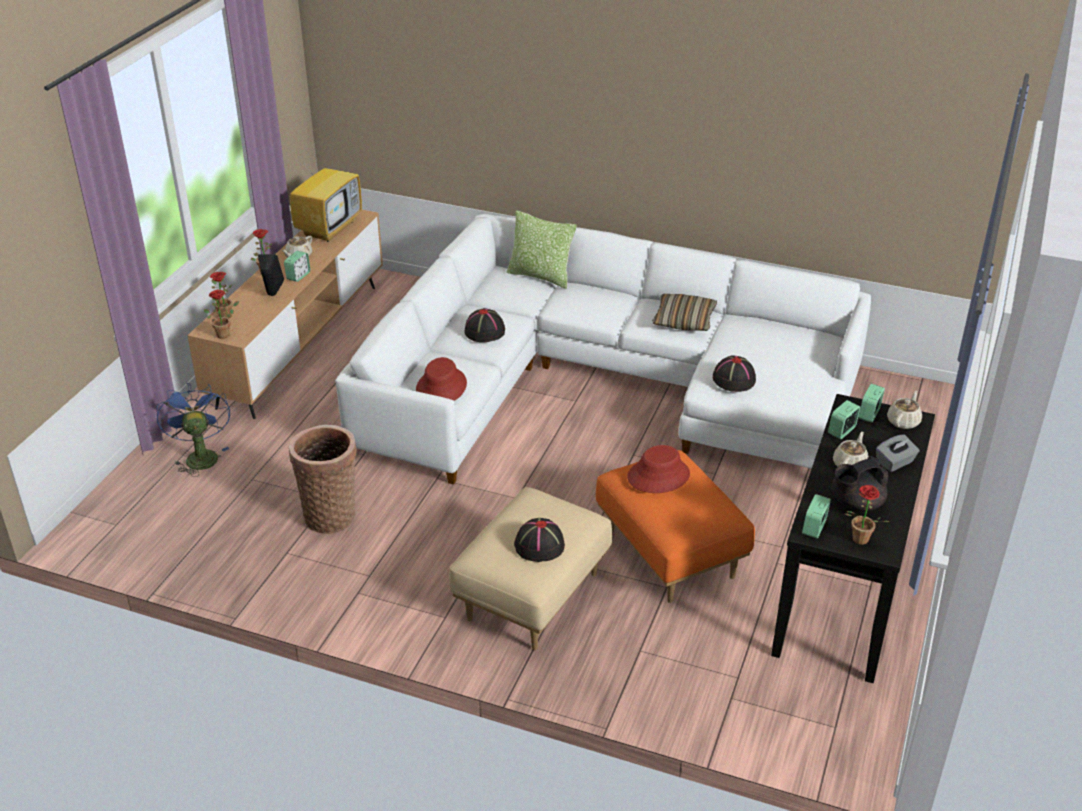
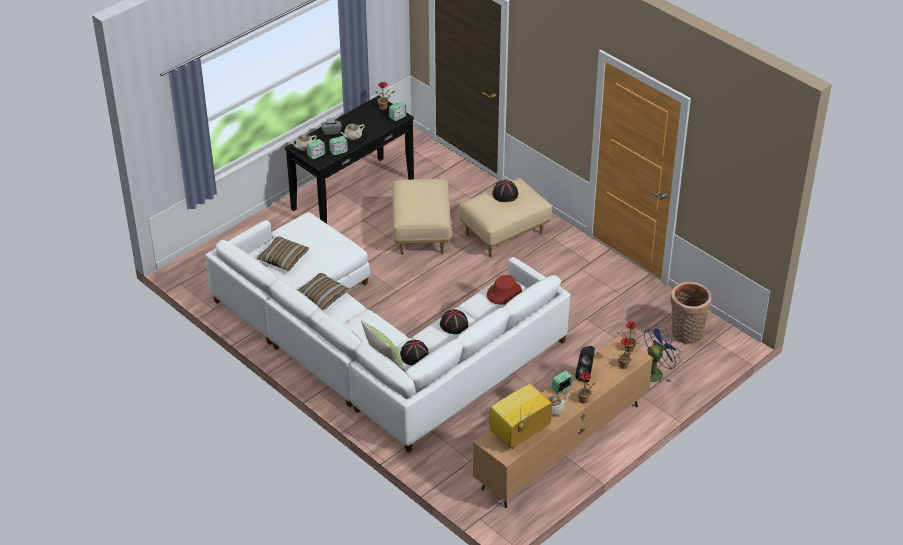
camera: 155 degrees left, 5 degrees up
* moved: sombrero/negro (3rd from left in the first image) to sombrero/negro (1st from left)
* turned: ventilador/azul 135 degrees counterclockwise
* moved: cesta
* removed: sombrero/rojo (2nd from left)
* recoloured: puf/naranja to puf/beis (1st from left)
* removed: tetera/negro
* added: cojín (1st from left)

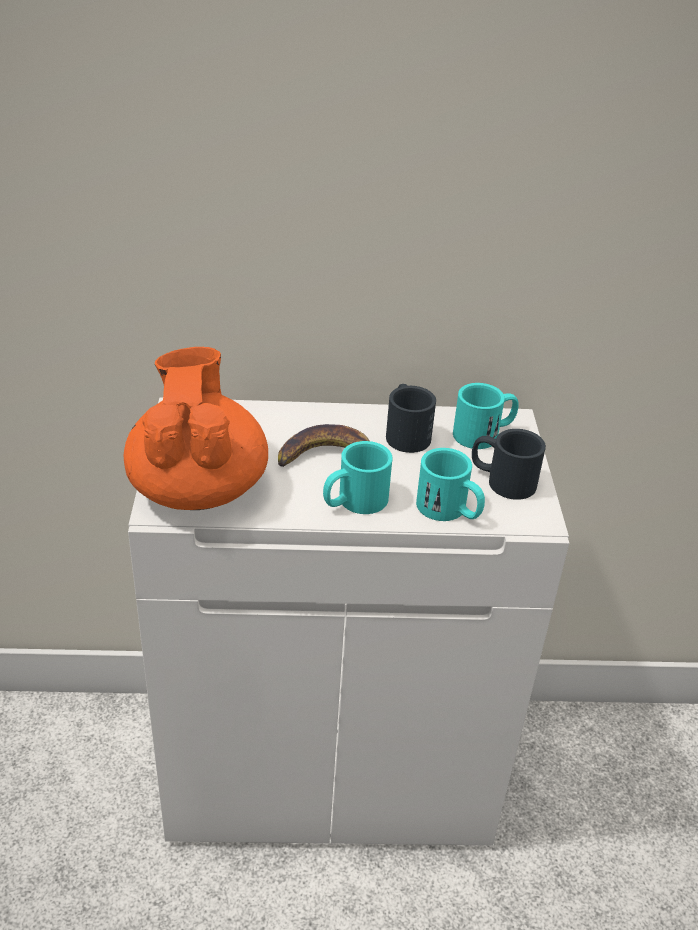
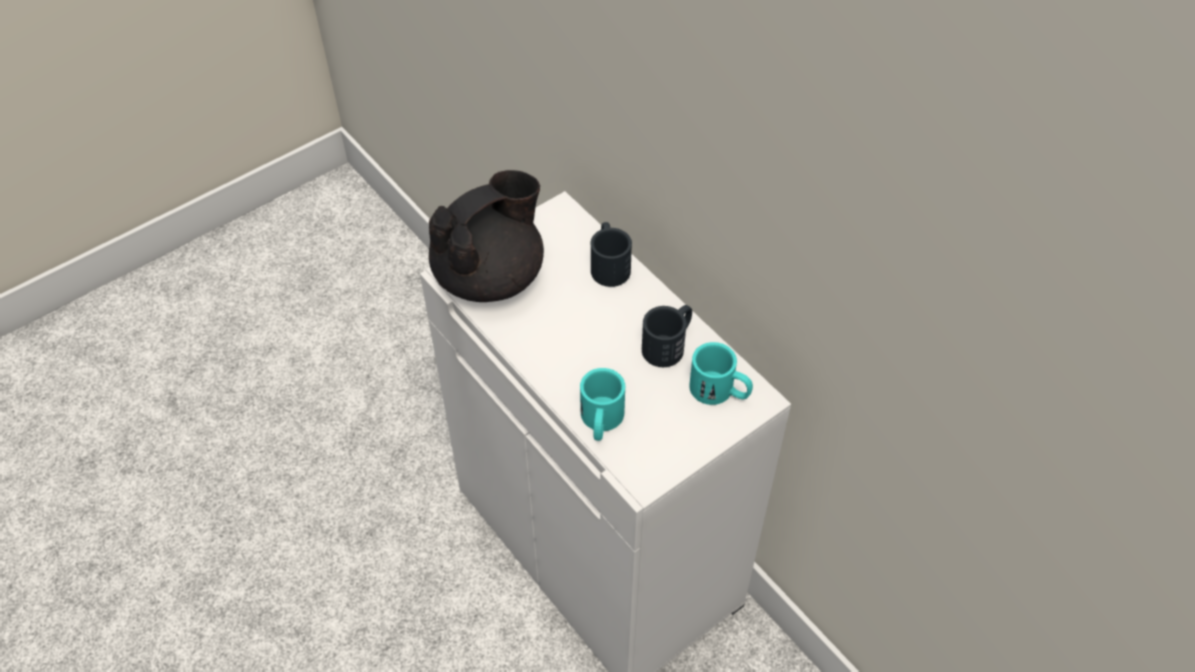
camera: 55 degrees right, 15 degrees up
* recoloured: tetera/naranja to tetera/negro
* removed: plátano
* moved: taza grande/negro (2nd from left in the first image) to taza grande/negro (1st from left)
* removed: taza grande/turquesa (1st from left)

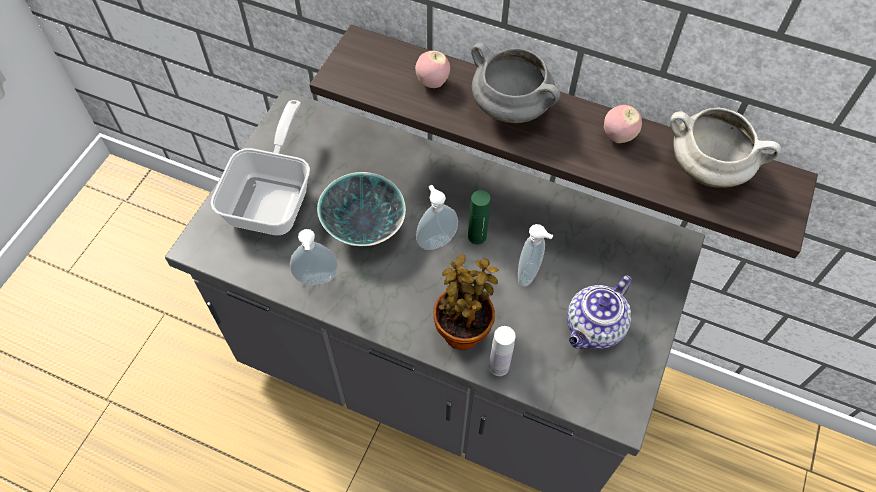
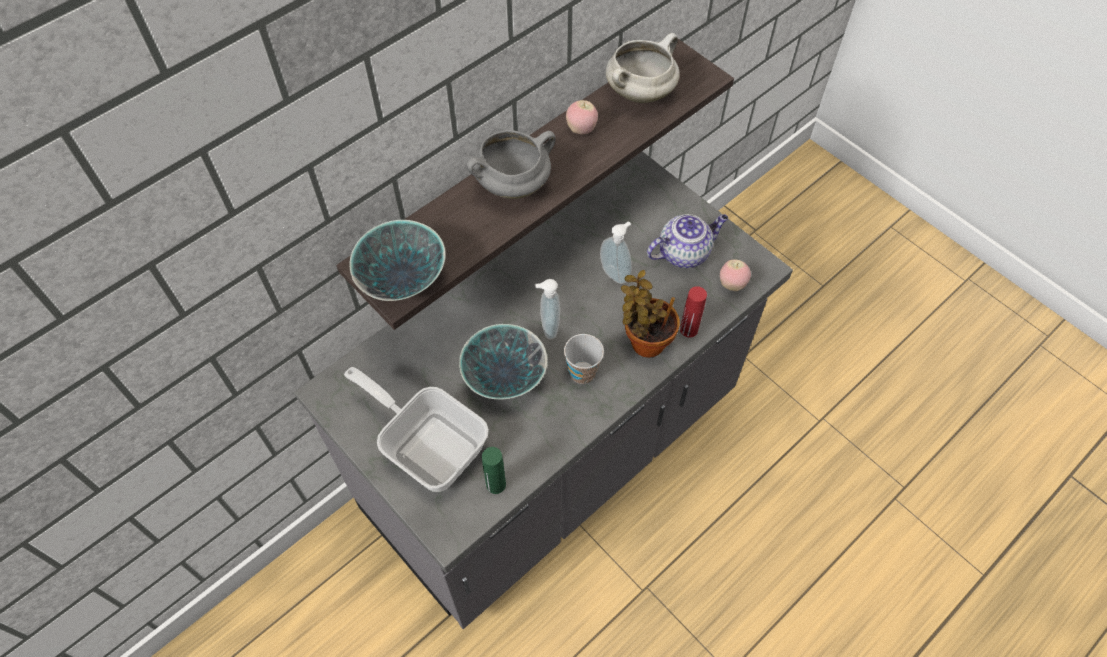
camera: 65 degrees left, 0 degrees up
* moved: manzana (1st from left in the first image) to manzana (2nd from left)
* moved: botella/verde
* removed: dispensador de jabón (1st from left)
* turned: tetera 90 degrees counterclockwise
* recoloured: botella/blanco to botella/rojo
* added: cuenco (1st from left)
* added: taza

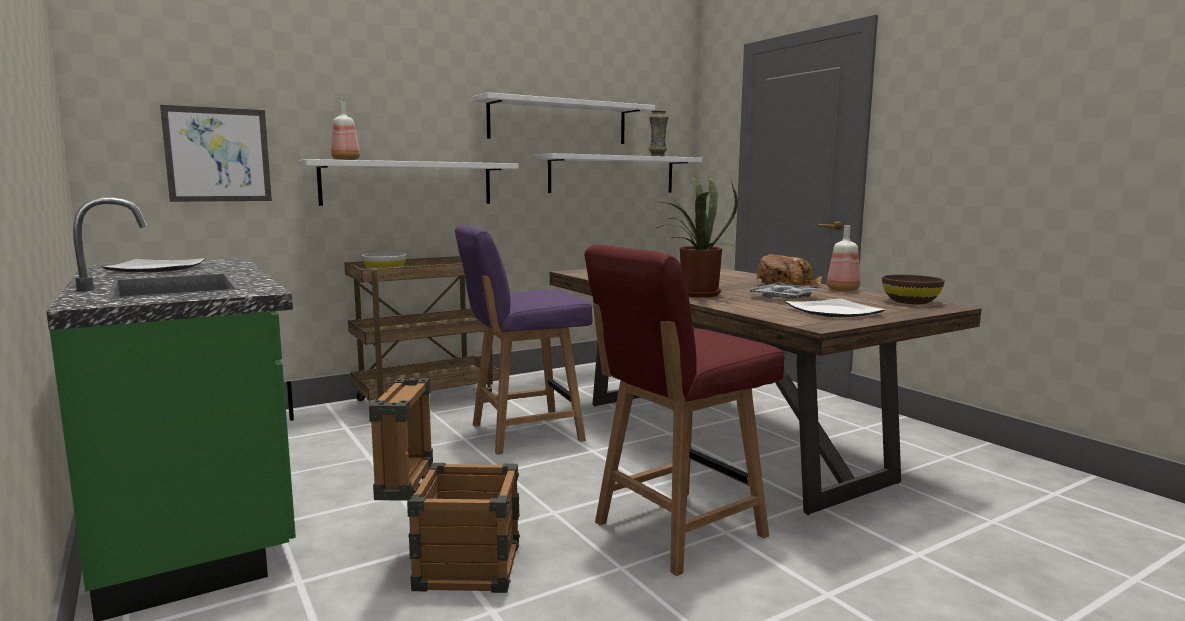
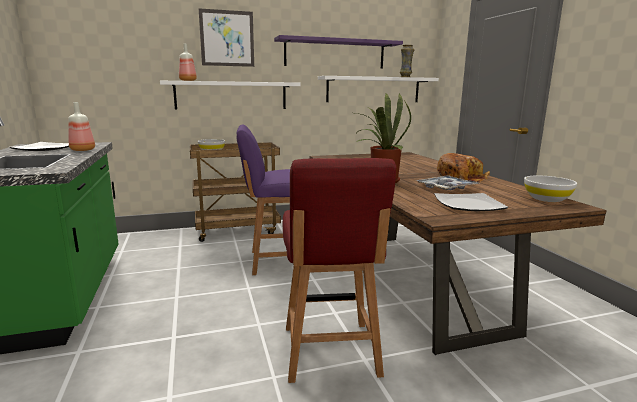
camera: 15 degrees right, 5 degrees up
* recoloured: estante/blanco (2nd from left) to estante/morado
* moved: cuadro
* moved: botella (2nd from left in the first image) to botella (1st from left)
* turned: silla/rojo 75 degrees counterclockwise
* recoloured: cuenco/marrón to cuenco/blanco (2nd from left)
* removed: caja de embalaje

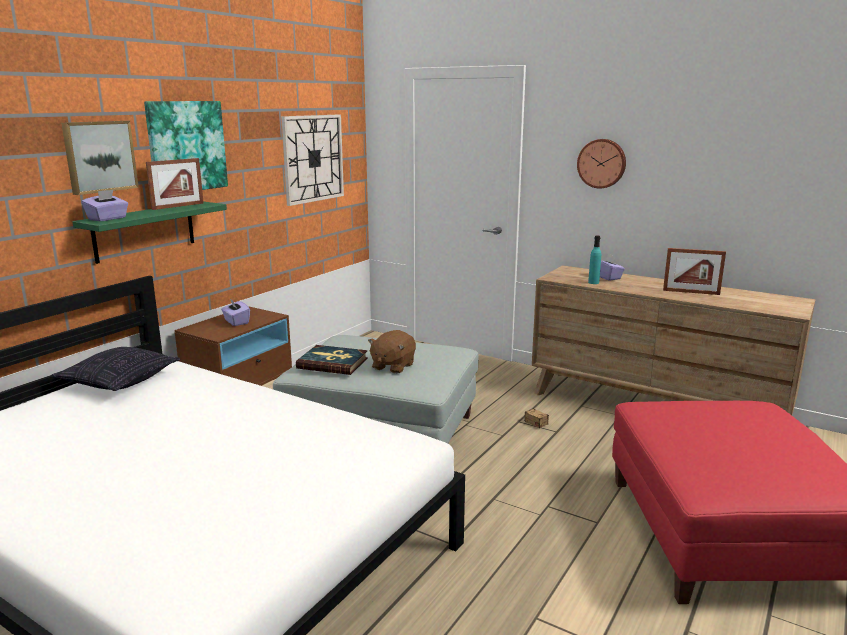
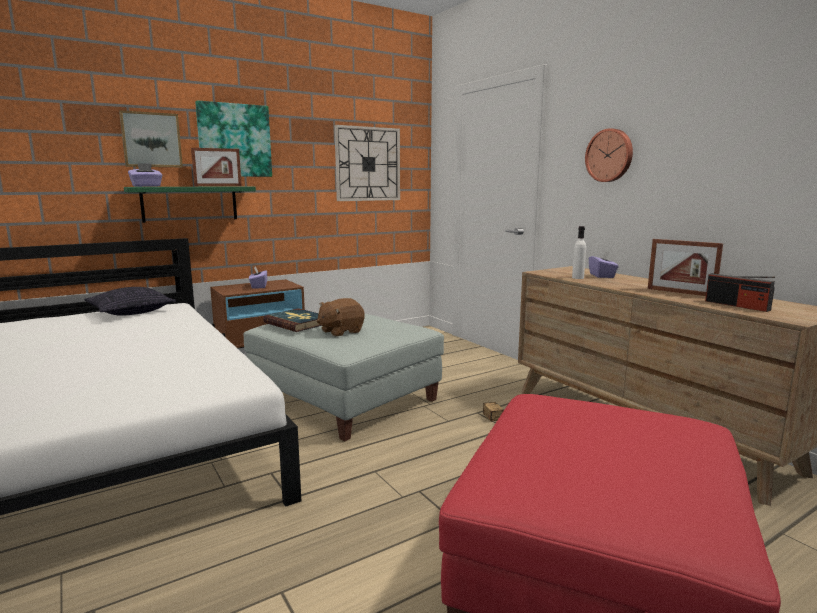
camera: 25 degrees right, 5 degrees down
* recoloured: botella/turquesa to botella/blanco
* added: radio

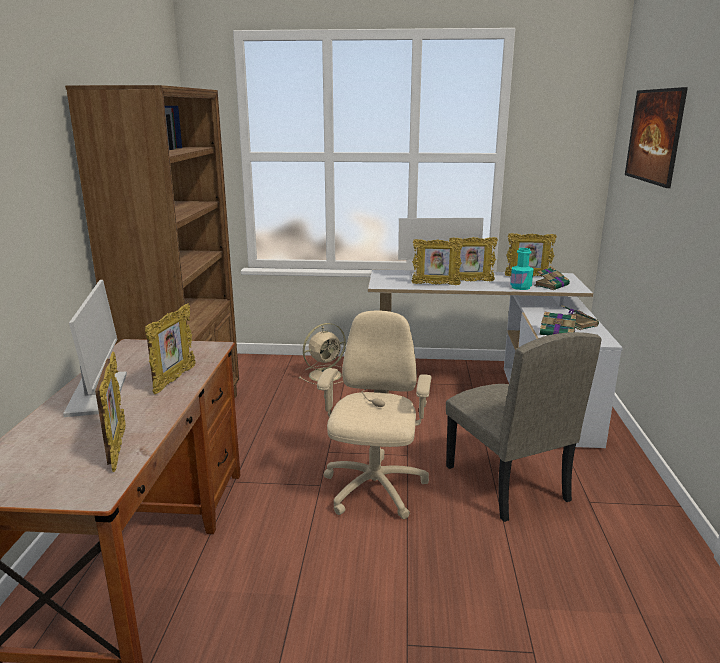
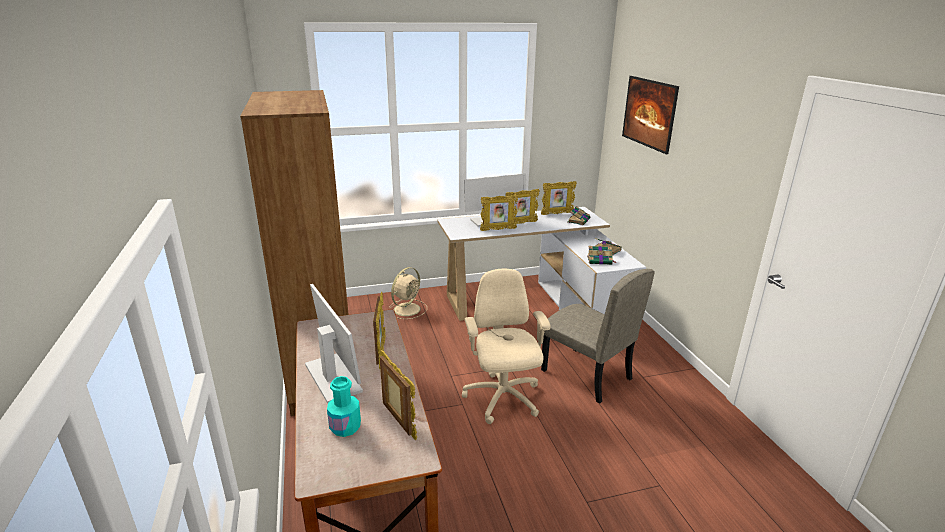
camera: 20 degrees left, 5 degrees up
* moved: botella/turquesa

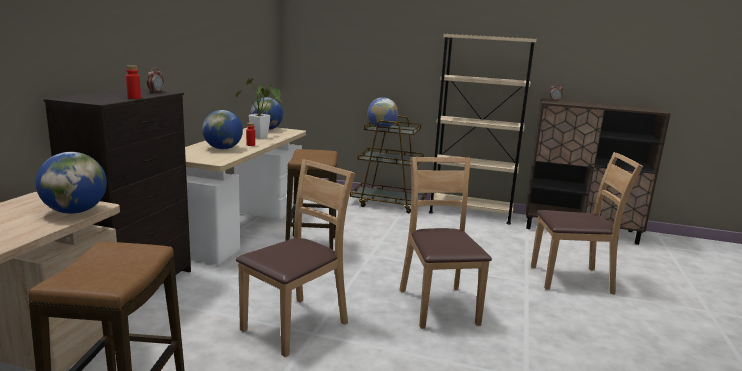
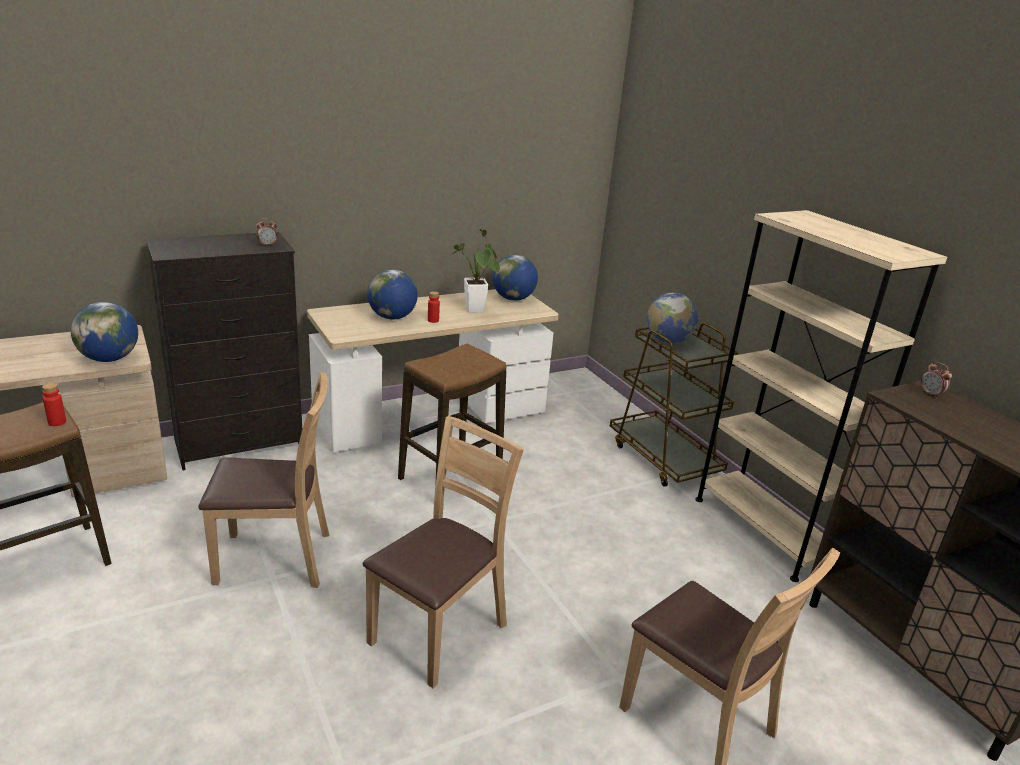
camera: 45 degrees right, 10 degrees up
* moved: botella/rojo (1st from left)

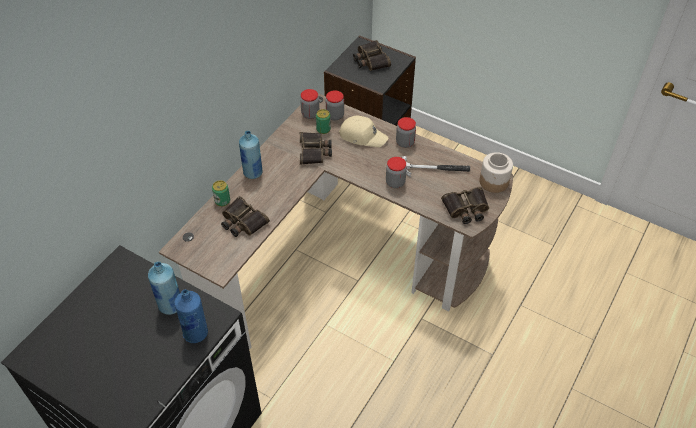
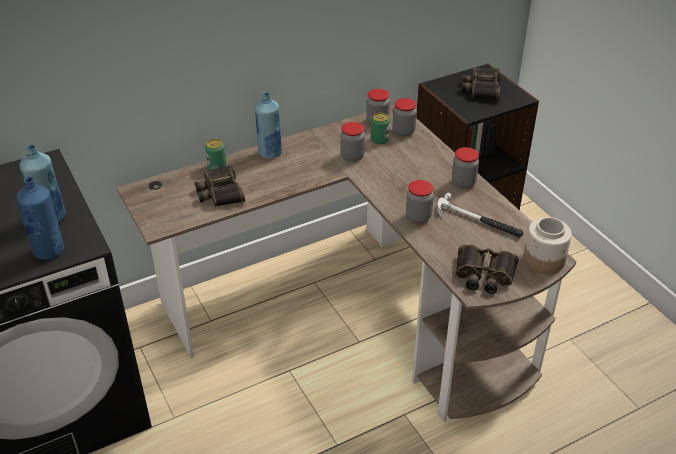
camera: 30 degrees right, 10 degrees down
* removed: gorra/beis
* replaced: prismáticos (2nd from left) to tarro (1st from left)

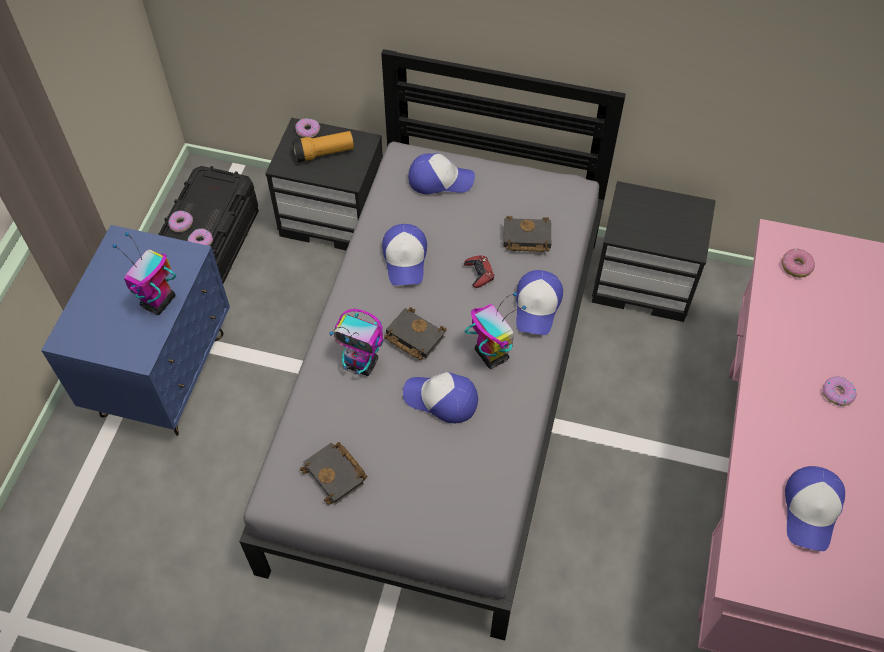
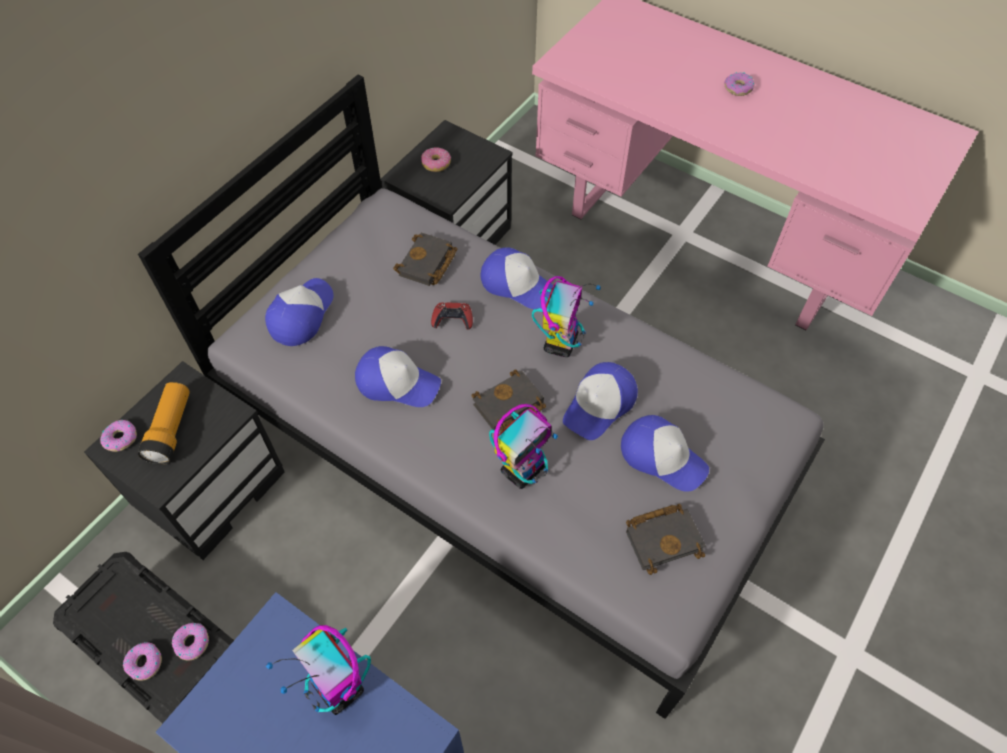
camera: 70 degrees left, 0 degrees up
* moved: rosquilla (4th from left)
* turned: robot de juguete (3rd from left) 120 degrees clockwise
* moved: gorra (5th from left)

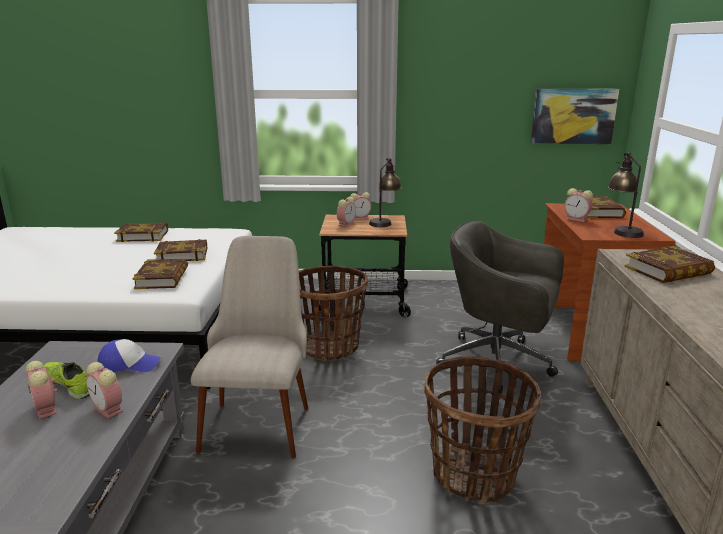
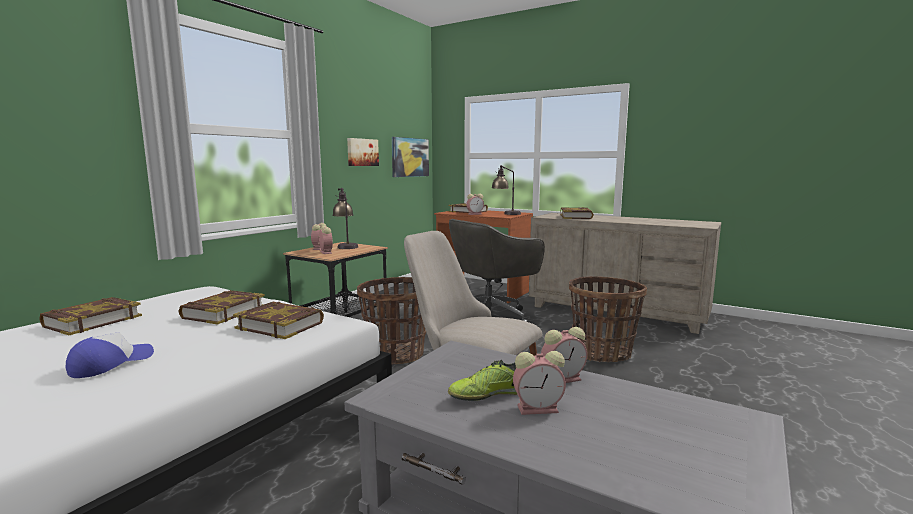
camera: 60 degrees left, 10 degrees down
* moved: gorra
* added: cuadro (1st from left)

